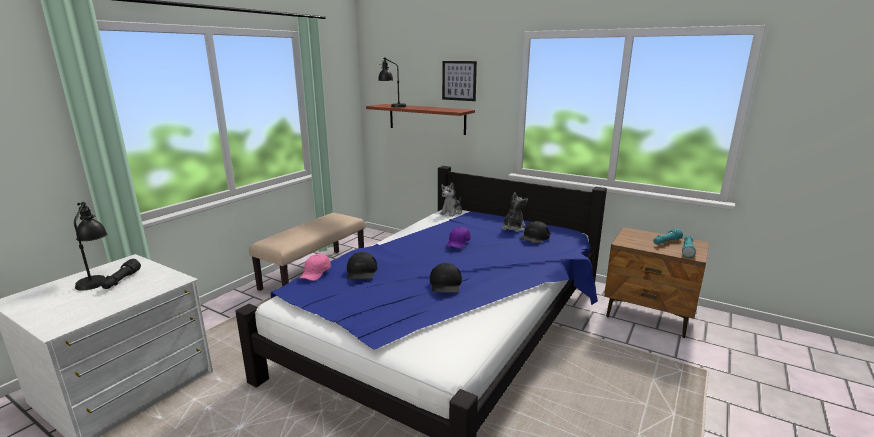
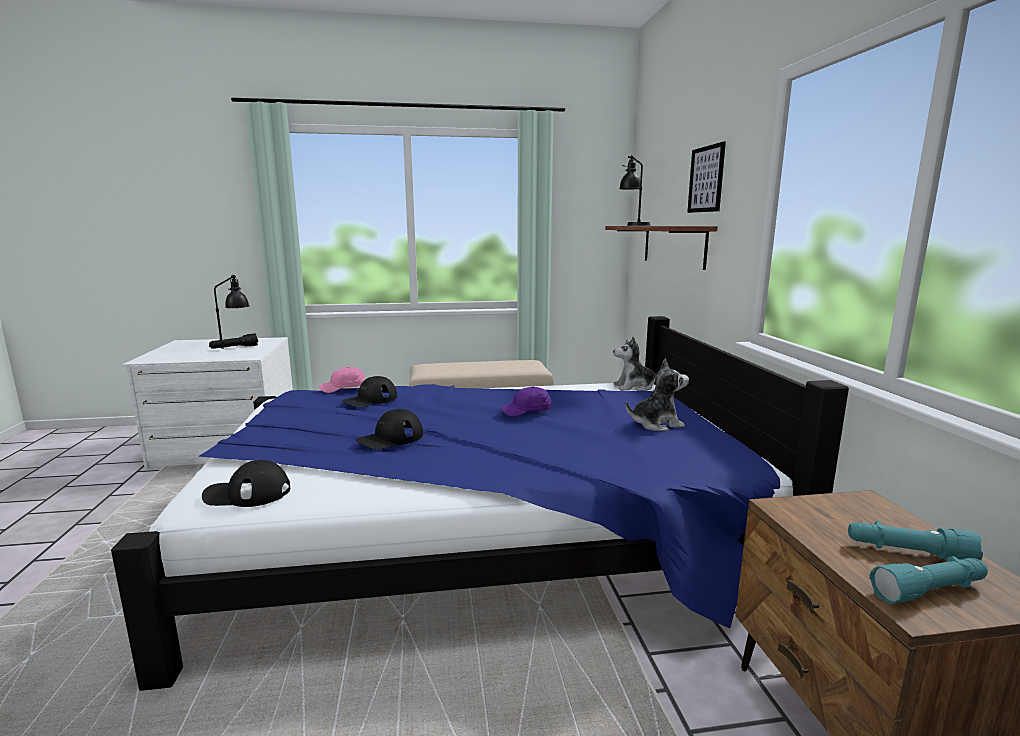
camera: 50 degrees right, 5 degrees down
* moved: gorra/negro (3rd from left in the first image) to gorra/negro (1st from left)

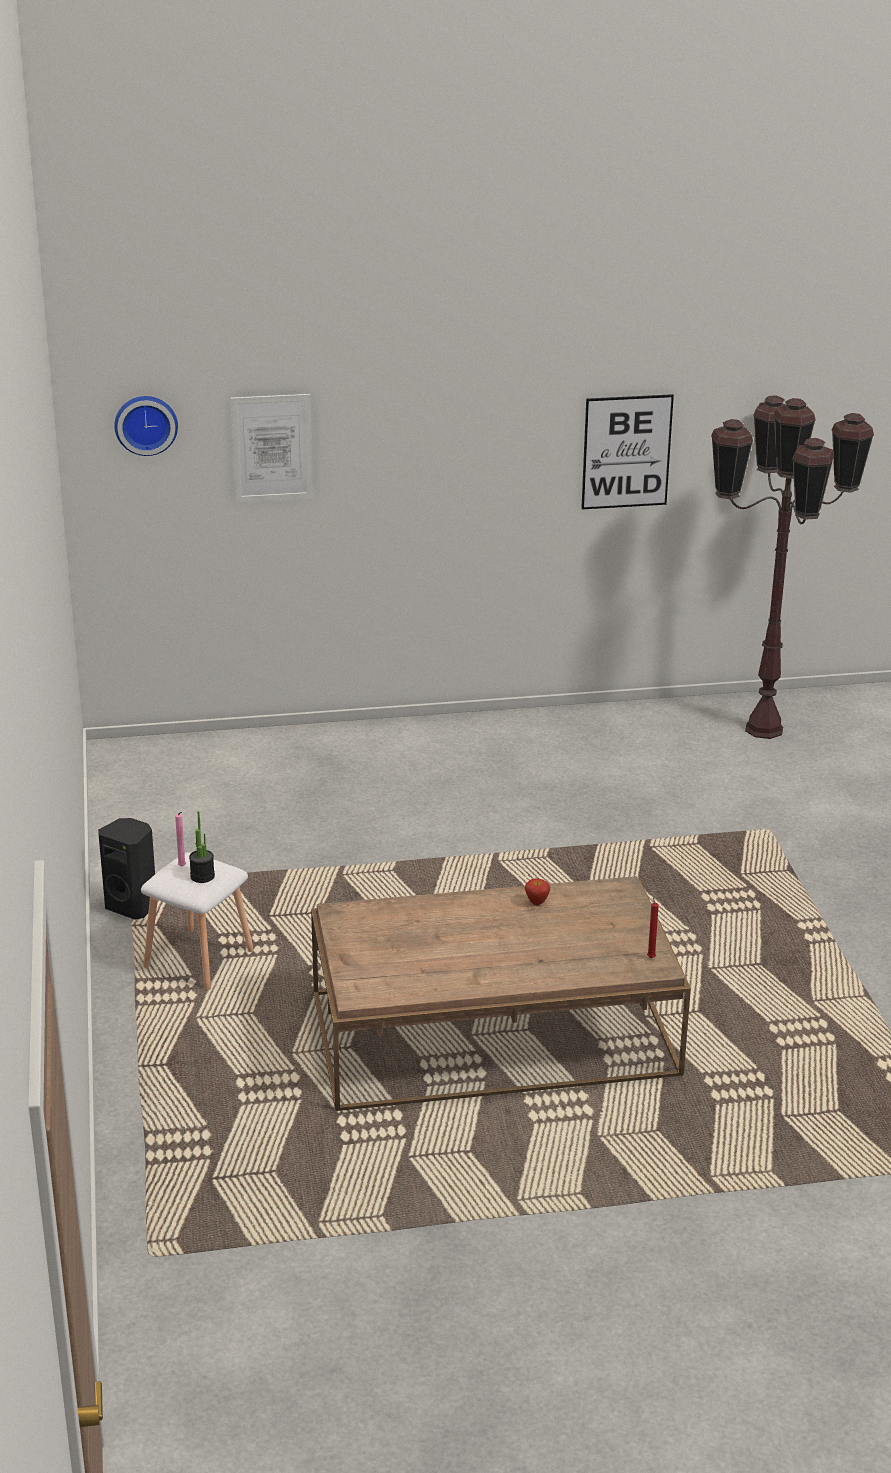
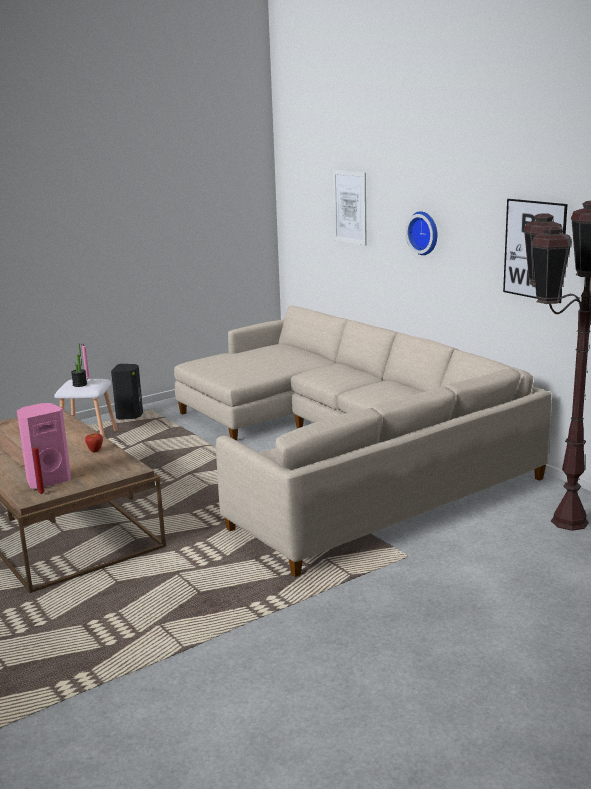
camera: 65 degrees right, 10 degrees down
* moved: reloj de pared
* added: sofá/beis
* added: altavoz/rosa

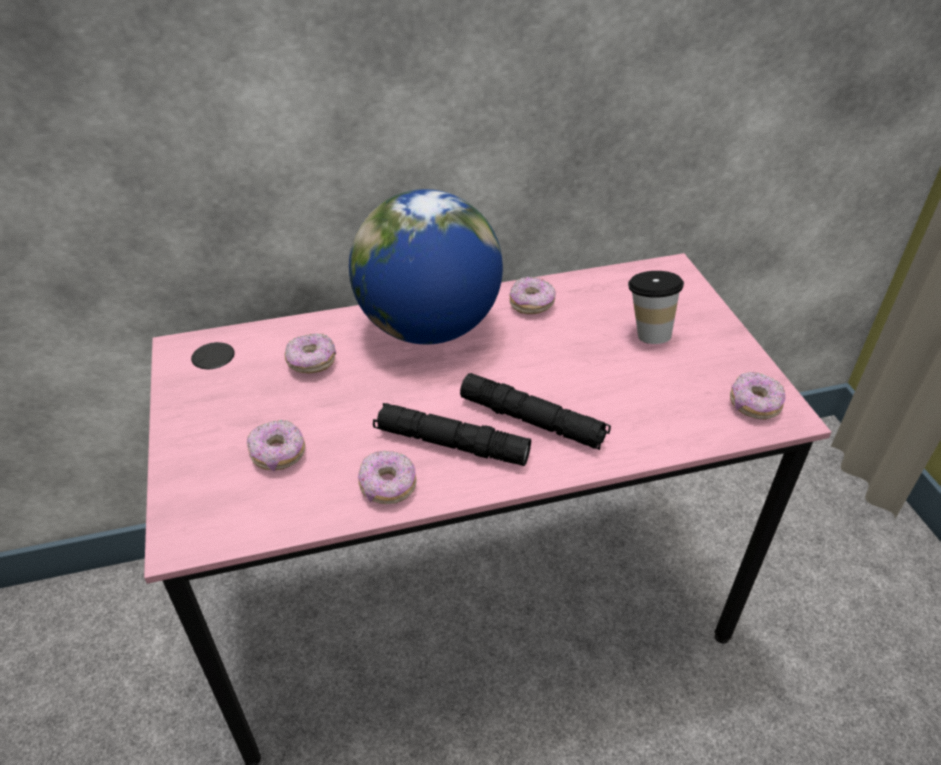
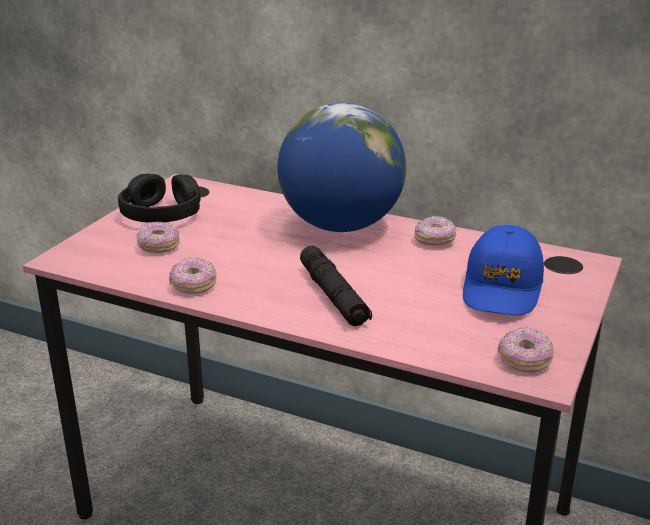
camera: 40 degrees right, 15 degrees down
* replaced: taza to gorra/azul
* removed: rosquilla (2nd from left)
* removed: linterna/negro (1st from left)
* added: auriculares/negro

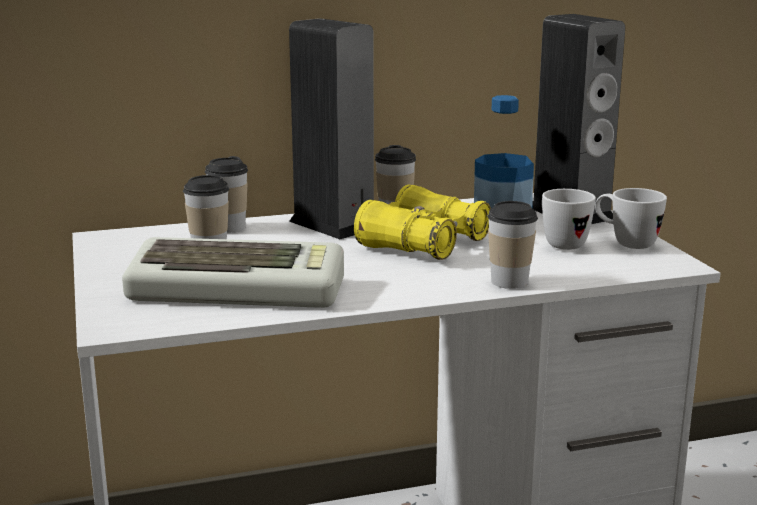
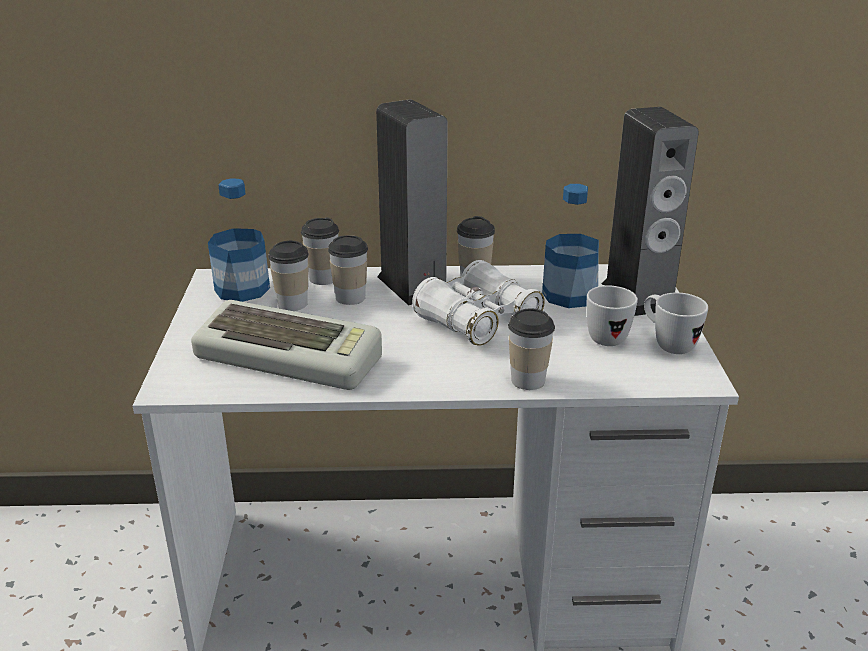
camera: 15 degrees right, 10 degrees up
* recoloured: prismáticos/amarillo to prismáticos/blanco
* added: botella (1st from left)
* added: taza (3rd from left)

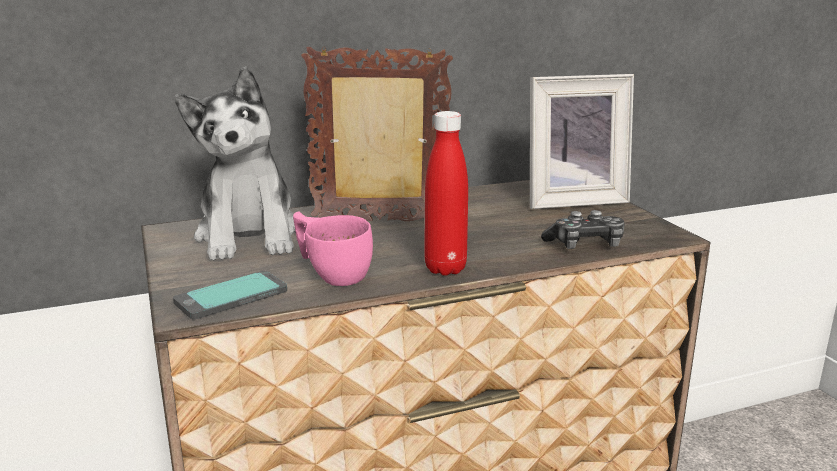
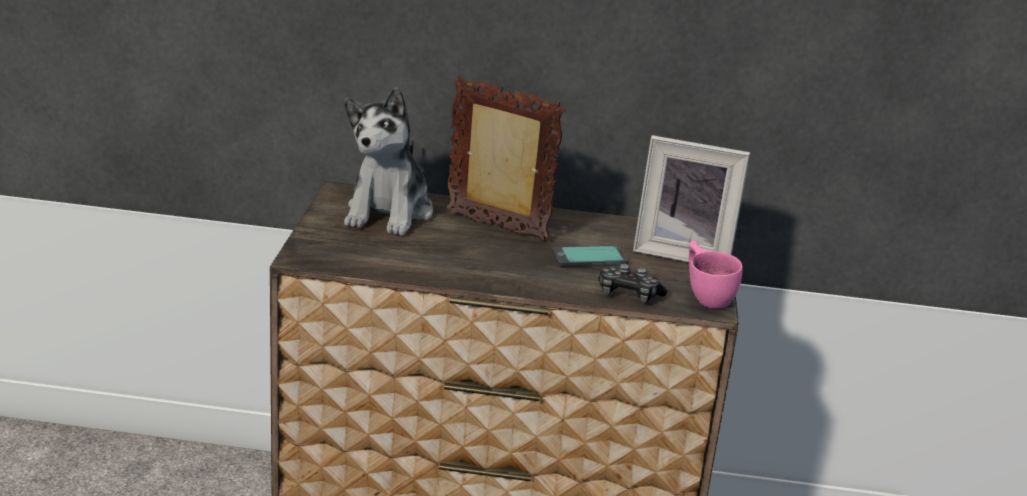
camera: 25 degrees right, 5 degrees up
* removed: botella/rojo
* moved: taza/rosa
* moved: móvil

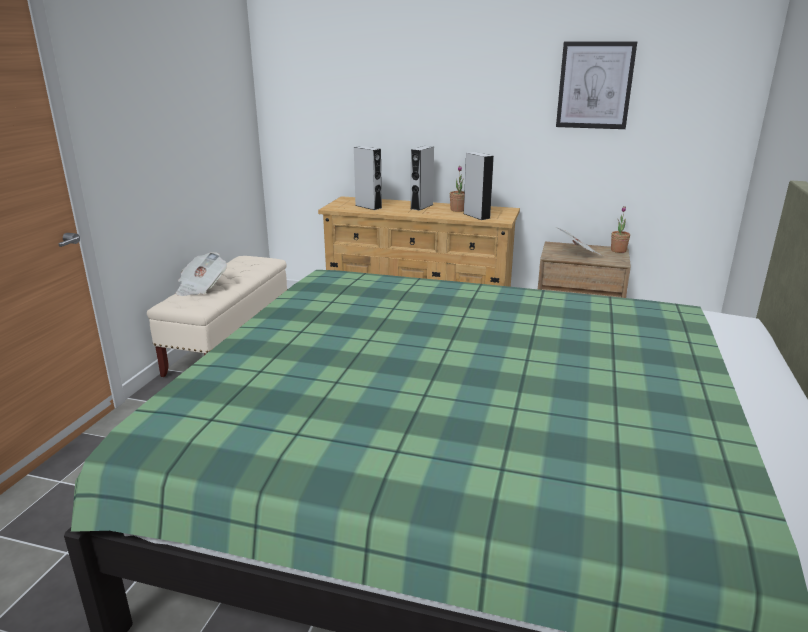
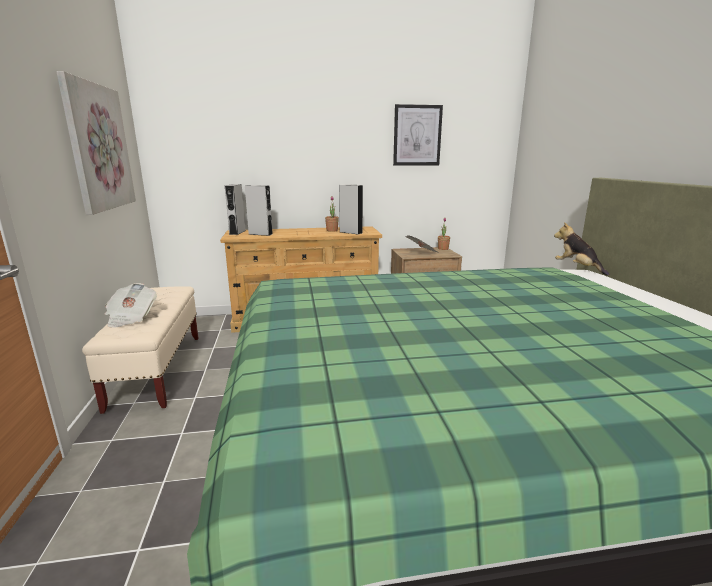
camera: 25 degrees left, 5 degrees down
* moved: altavoz/gris (2nd from left in the first image) to altavoz/gris (1st from left)
* added: cuadro (1st from left)
* added: peluche

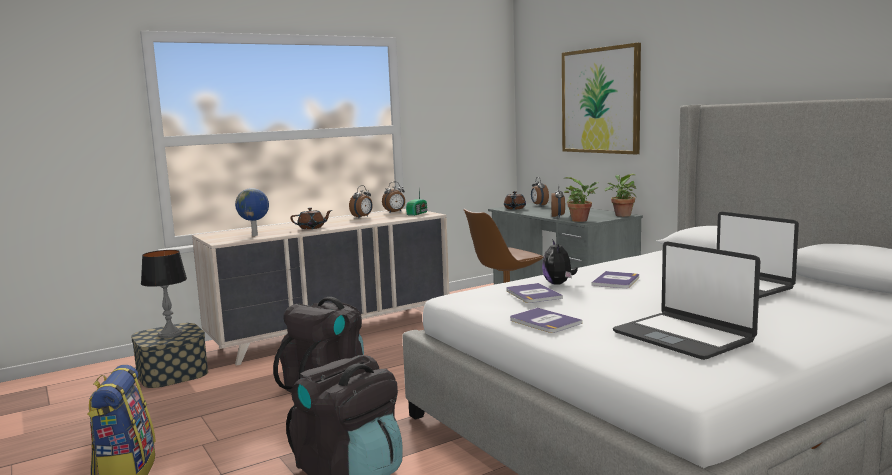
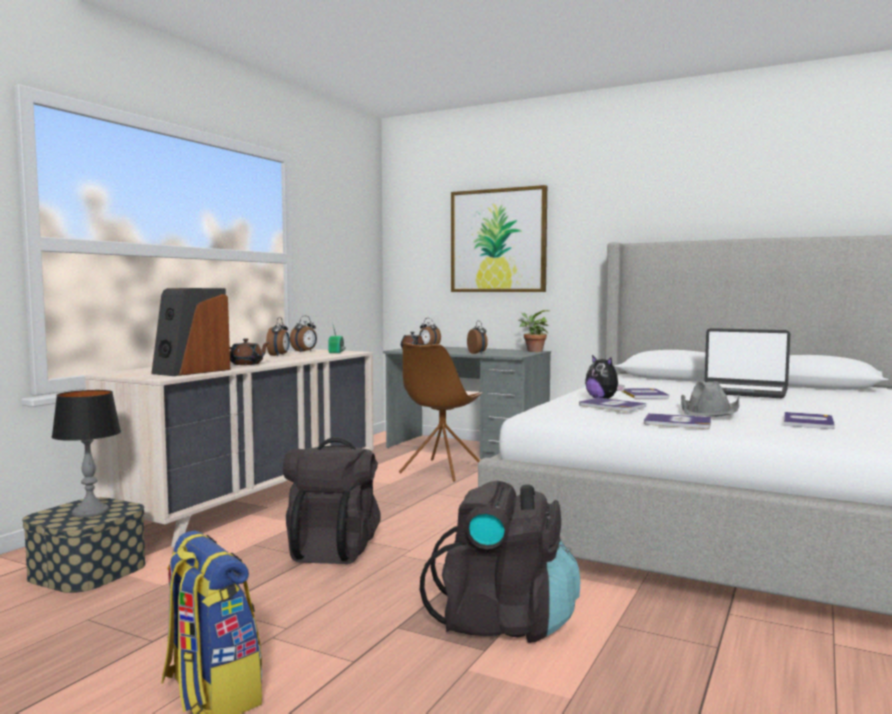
camera: 30 degrees left, 5 degrees down
* removed: planta en maceta (1st from left)
* replaced: globo terráqueo to altavoz
* replaced: portátil (1st from left) to libro (4th from left)
* added: sombrero/gris

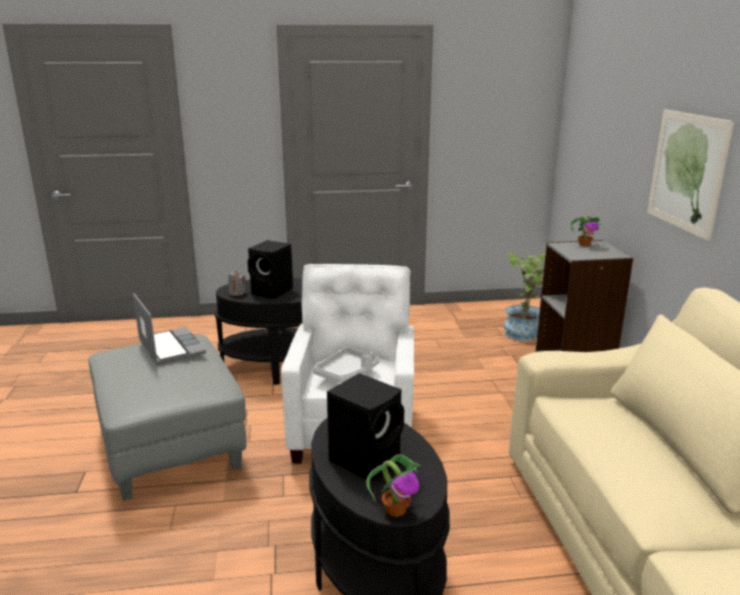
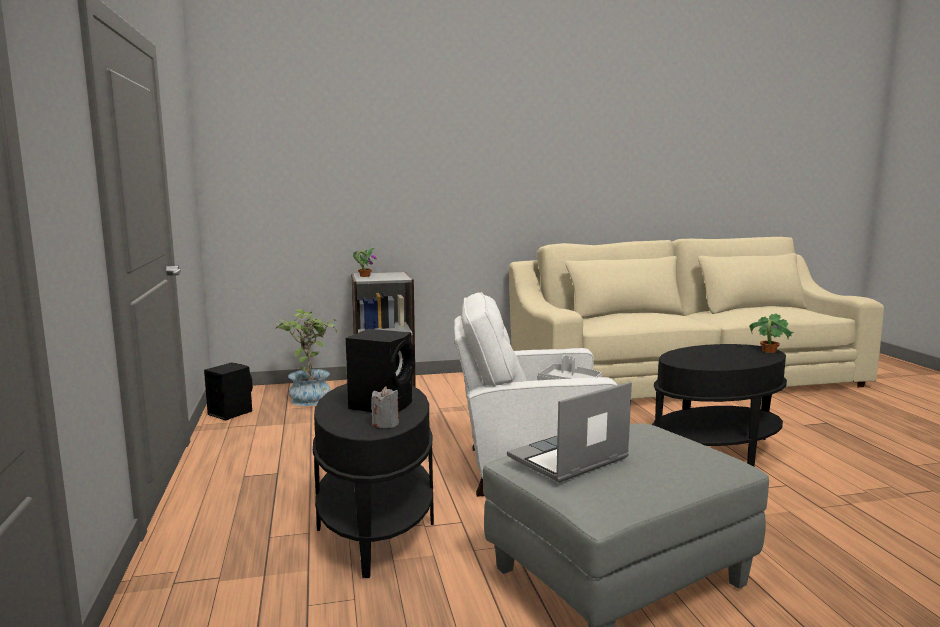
camera: 95 degrees left, 10 degrees down
* removed: cuadro
* moved: altavoz/negro (2nd from left in the first image) to altavoz/negro (1st from left)

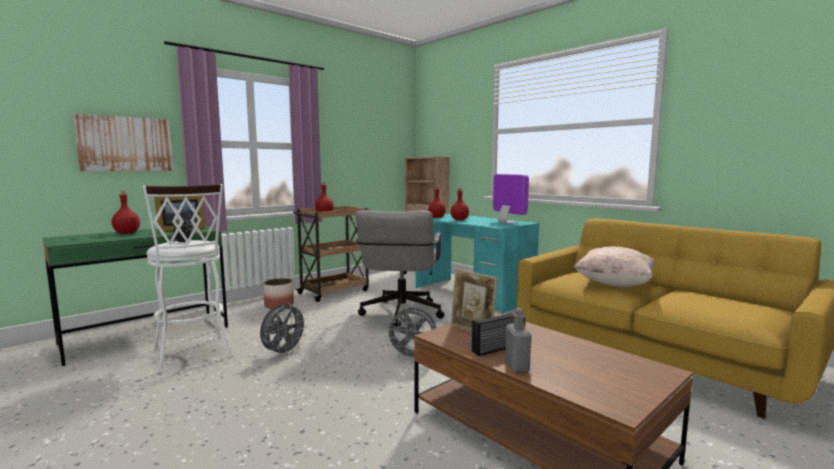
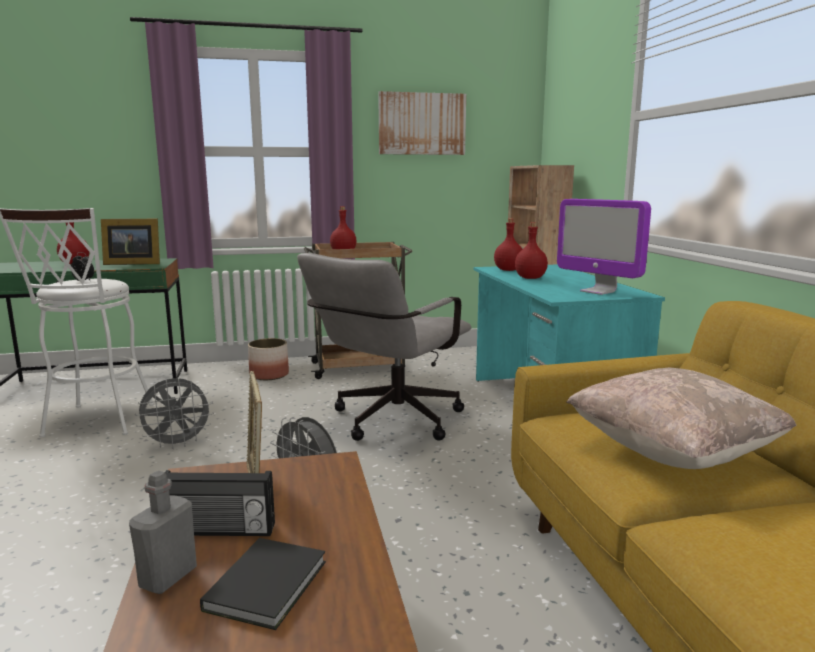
camera: 30 degrees right, 5 degrees up
* moved: cuadro
* turned: monitor 135 degrees clockwise
* added: libro/negro

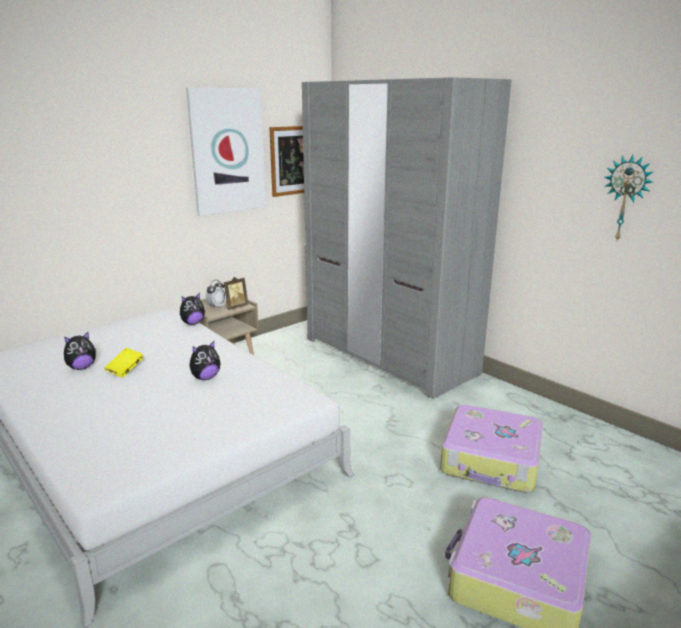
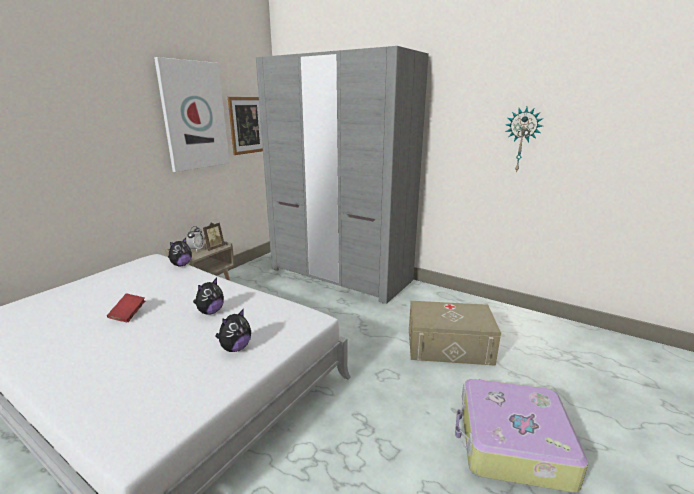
camera: 15 degrees left, 0 degrees up
* moved: peluche (1st from left in the first image) to peluche (3rd from left)
* recoloured: libro/amarillo to libro/rojo
* replaced: maleta (1st from left) to caja de almacenaje/beis

